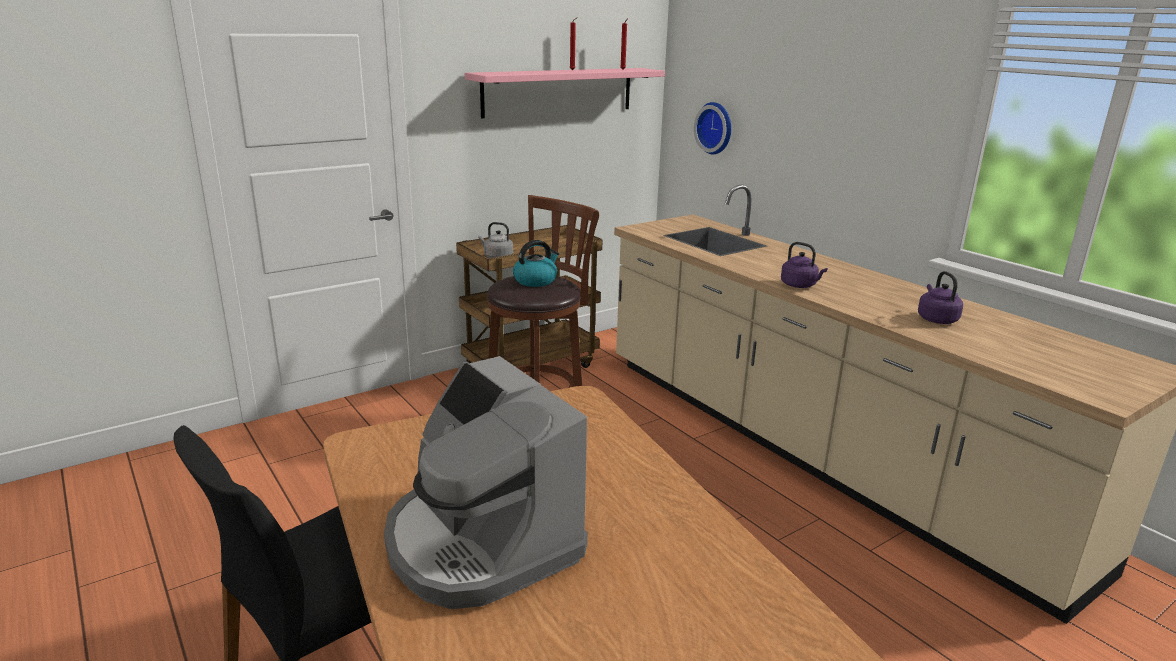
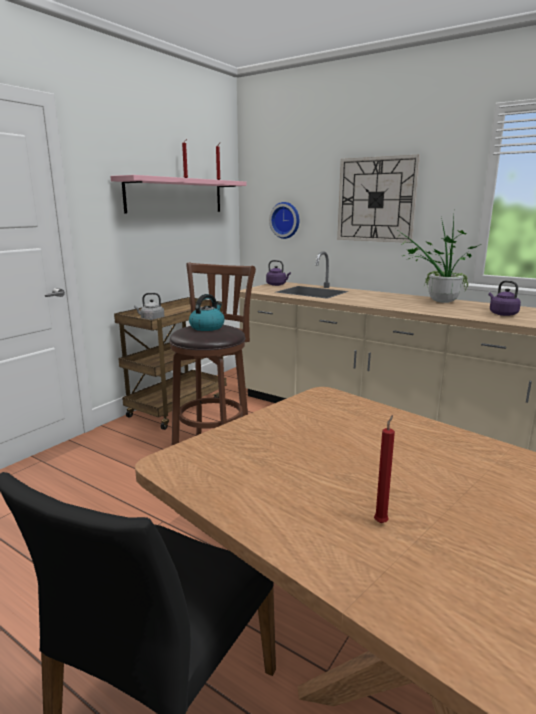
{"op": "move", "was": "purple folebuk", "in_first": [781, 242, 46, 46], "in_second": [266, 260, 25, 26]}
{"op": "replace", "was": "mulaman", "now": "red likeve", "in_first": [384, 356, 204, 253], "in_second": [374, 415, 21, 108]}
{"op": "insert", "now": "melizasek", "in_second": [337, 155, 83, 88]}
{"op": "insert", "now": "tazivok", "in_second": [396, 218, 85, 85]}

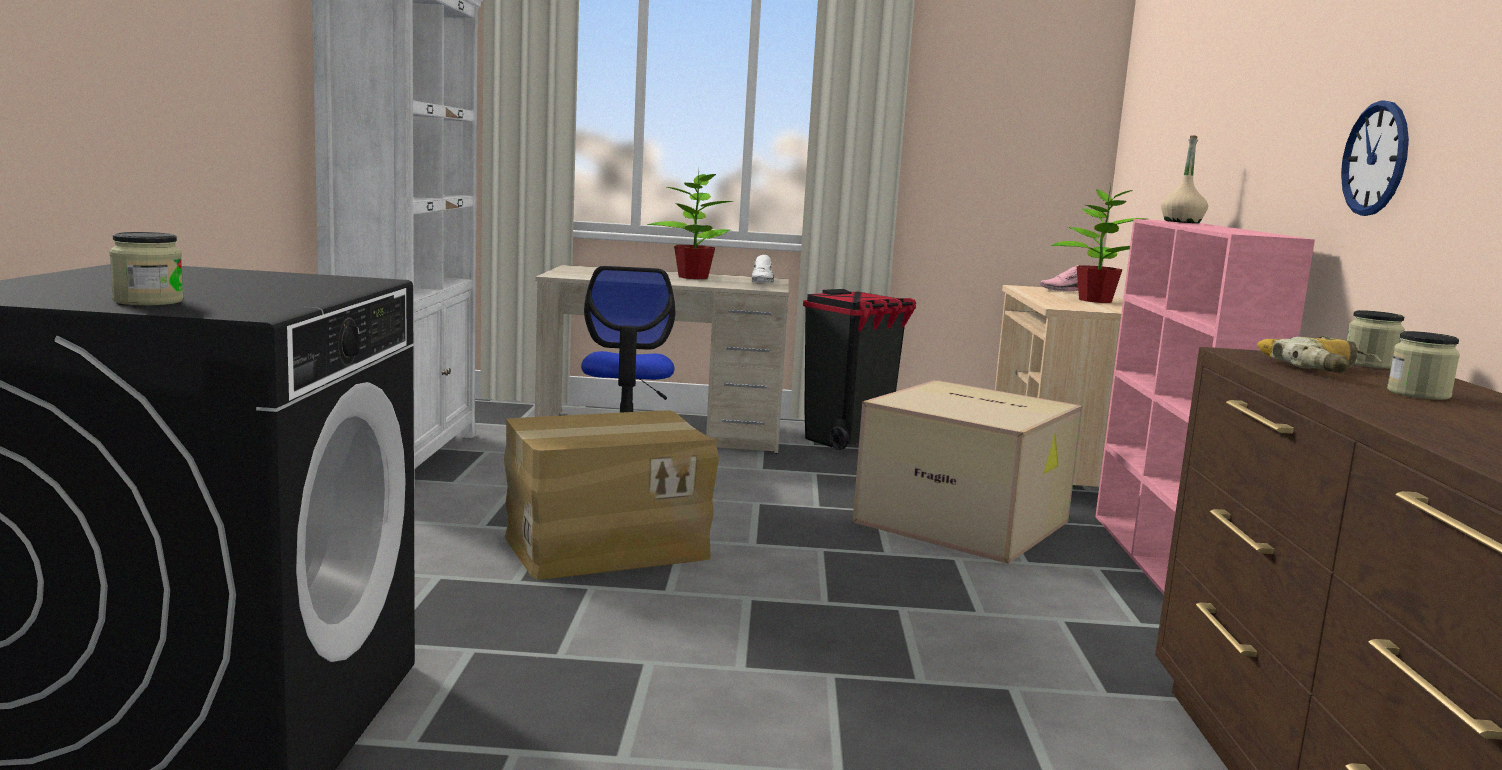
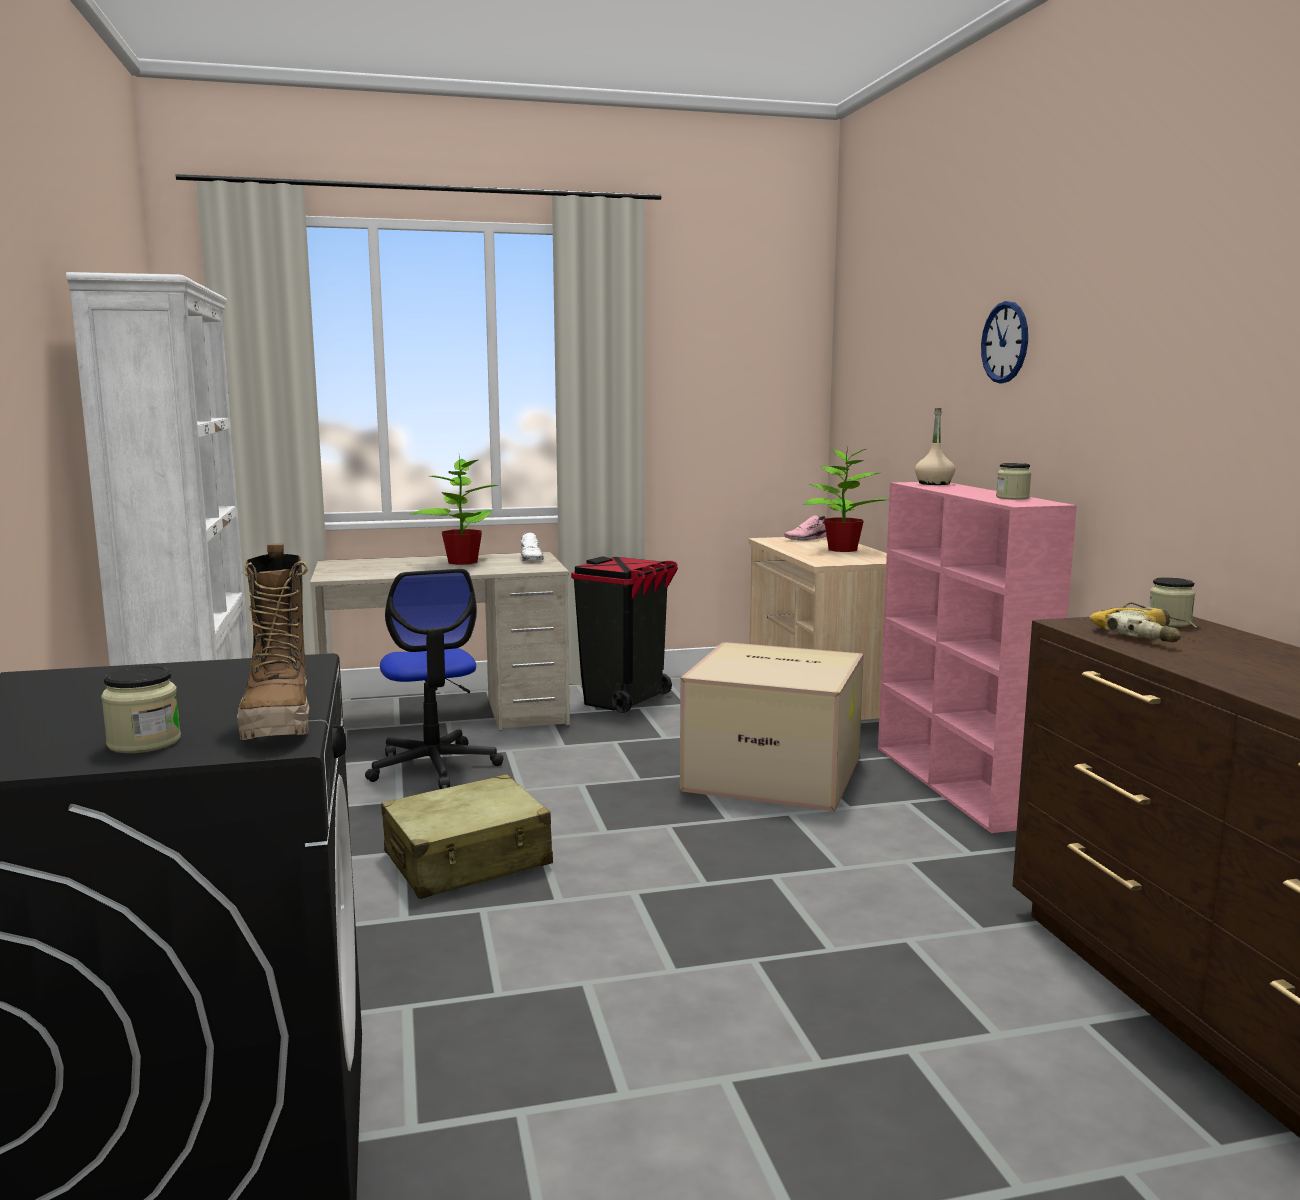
{"op": "move", "was": "melizasek", "in_first": [1341, 100, 68, 116], "in_second": [981, 301, 47, 82]}
{"op": "move", "was": "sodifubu", "in_first": [1387, 331, 73, 69], "in_second": [996, 463, 35, 37]}
{"op": "replace", "was": "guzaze", "now": "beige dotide", "in_first": [504, 410, 215, 170], "in_second": [381, 774, 172, 125]}
{"op": "insert", "now": "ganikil", "in_second": [237, 543, 73, 197]}

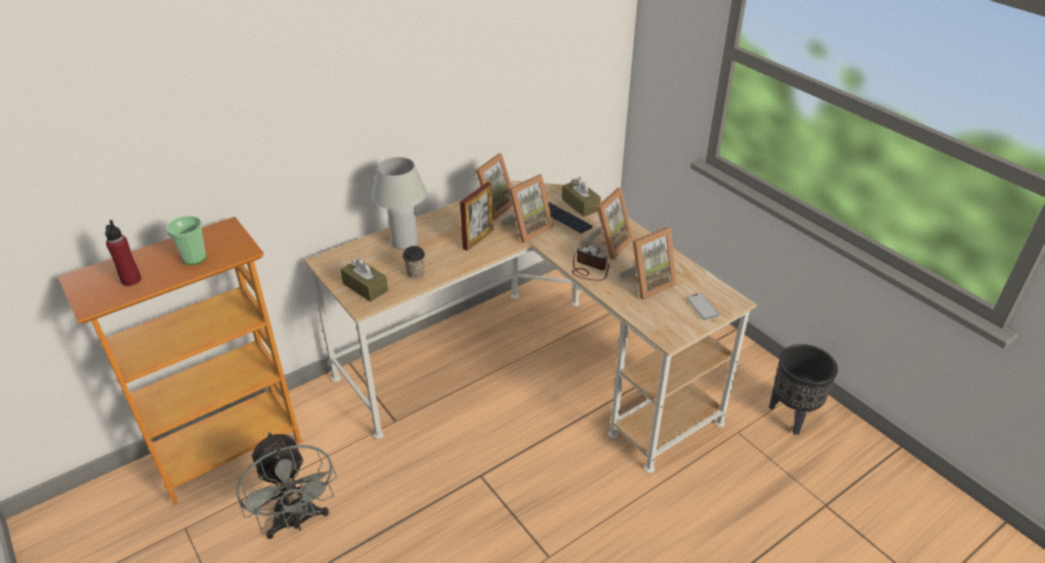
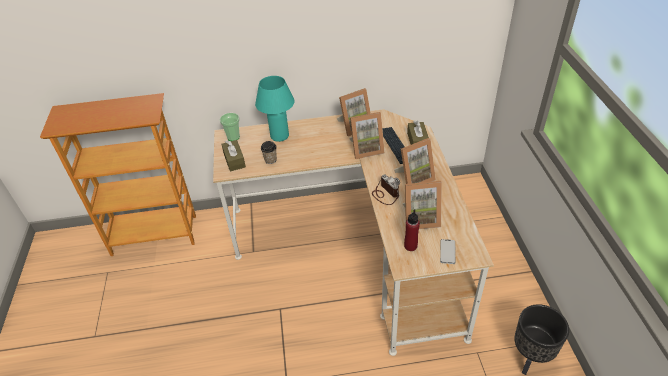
{"op": "recolor", "was": "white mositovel", "now": "turquoise mositovel", "in_first": [371, 157, 56, 93], "in_second": [255, 76, 40, 66]}
{"op": "delete", "was": "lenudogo", "in_first": [460, 182, 34, 69]}
{"op": "move", "was": "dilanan", "in_first": [166, 216, 40, 49], "in_second": [220, 113, 20, 28]}
{"op": "move", "was": "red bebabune", "in_first": [105, 220, 36, 66], "in_second": [404, 209, 16, 42]}
{"op": "delete", "was": "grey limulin", "in_first": [236, 432, 101, 107]}

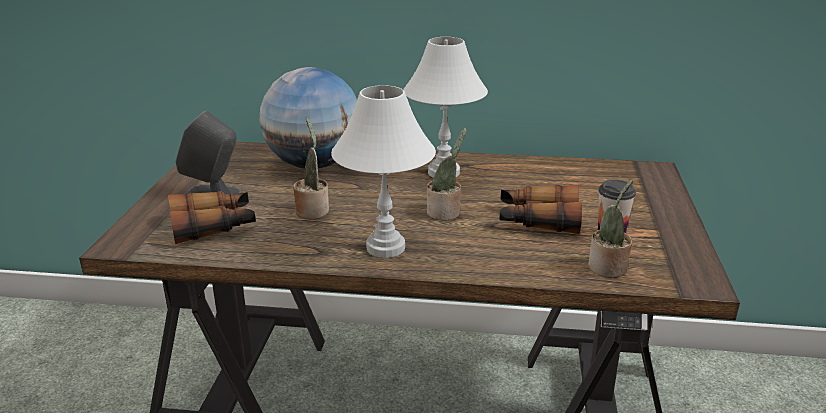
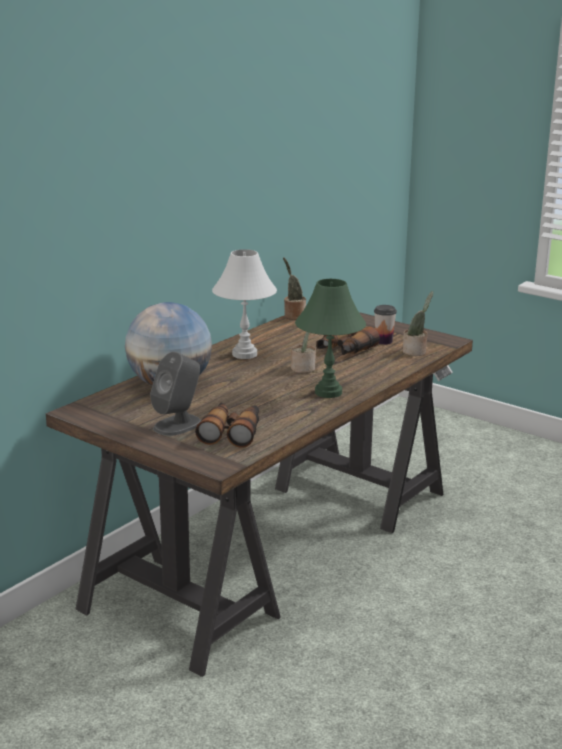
{"op": "recolor", "was": "white mositovel", "now": "green mositovel", "in_first": [331, 85, 105, 173], "in_second": [295, 279, 71, 119]}
{"op": "move", "was": "tazivok", "in_first": [293, 117, 36, 102], "in_second": [283, 257, 23, 63]}

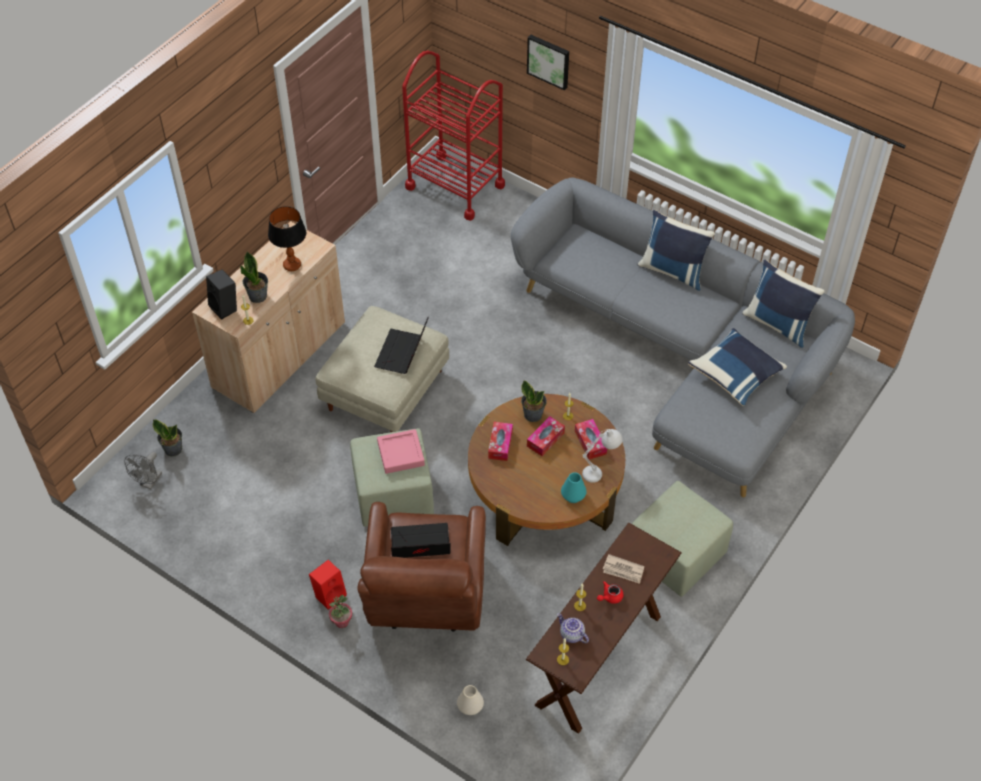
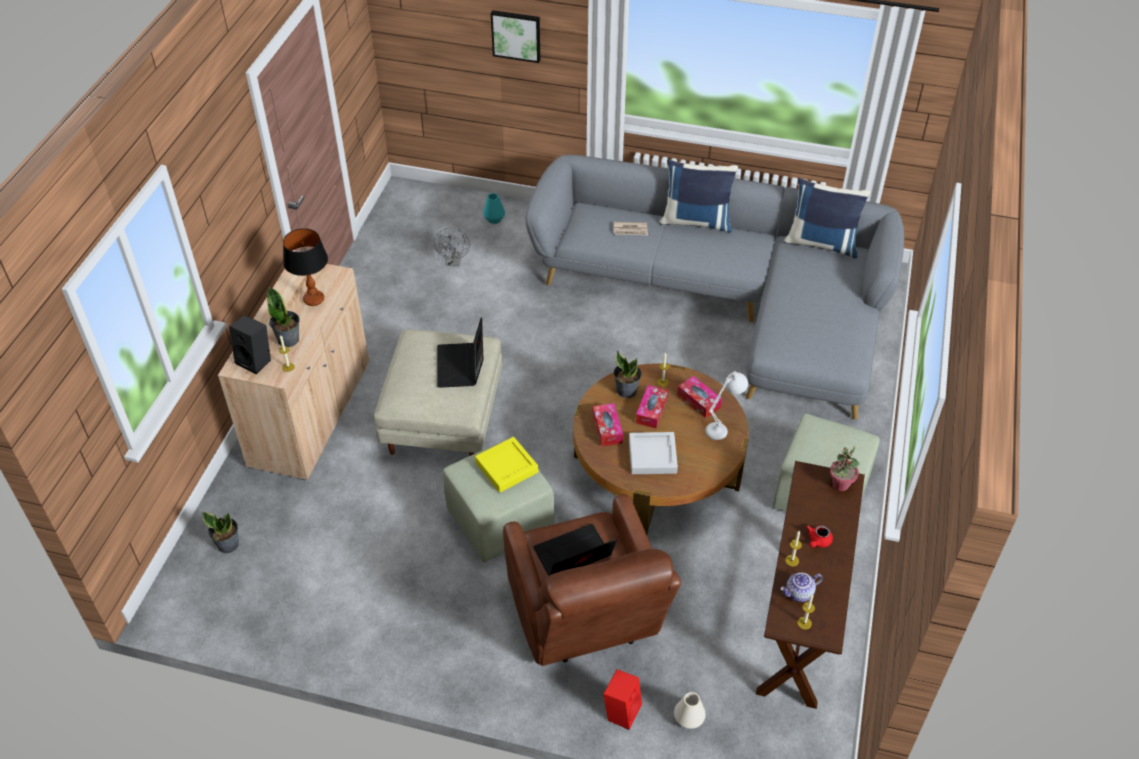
{"op": "delete", "was": "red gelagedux", "in_first": [402, 51, 103, 170]}
{"op": "delete", "was": "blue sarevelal", "in_first": [688, 328, 99, 78]}
{"op": "recolor", "was": "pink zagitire", "now": "yellow zagitire", "in_first": [377, 429, 48, 45], "in_second": [475, 437, 63, 56]}
{"op": "move", "was": "grey limulin", "in_first": [124, 452, 38, 37], "in_second": [434, 228, 36, 38]}
{"op": "move", "was": "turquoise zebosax", "in_first": [561, 472, 26, 31], "in_second": [483, 193, 22, 31]}
{"op": "move", "was": "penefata", "in_first": [603, 554, 41, 30], "in_second": [614, 222, 34, 13]}
{"op": "move", "was": "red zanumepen", "in_first": [309, 560, 38, 50], "in_second": [603, 669, 39, 61]}
{"op": "move", "was": "tazivok", "in_first": [329, 595, 23, 33], "in_second": [830, 445, 30, 46]}
{"op": "rotate", "was": "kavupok", "in_first": [557, 613, 32, 30], "in_second": [781, 573, 42, 29], "clockwise": -45}
{"op": "insert", "now": "grey zagitire", "in_second": [629, 432, 49, 42]}

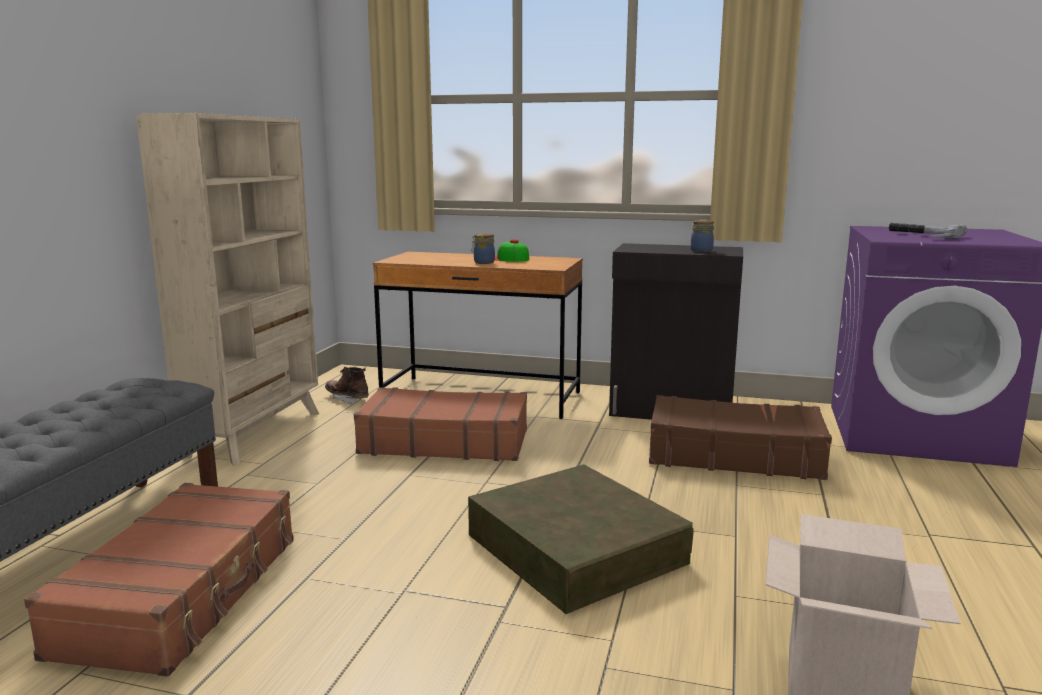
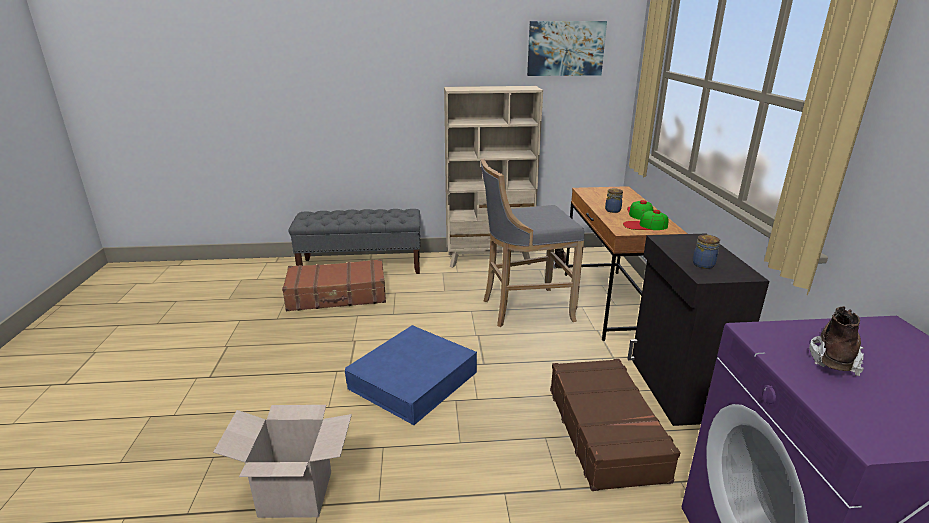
{"op": "replace", "was": "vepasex", "now": "brown ganikil", "in_first": [889, 223, 78, 15], "in_second": [809, 306, 55, 70]}
{"op": "replace", "was": "brown dotide", "now": "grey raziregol", "in_first": [354, 387, 173, 74], "in_second": [481, 159, 103, 168]}
{"op": "recolor", "was": "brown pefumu", "now": "blue pefumu", "in_first": [468, 464, 226, 150], "in_second": [345, 325, 132, 100]}
{"op": "insert", "now": "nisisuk", "in_second": [527, 21, 80, 55]}
{"op": "insert", "now": "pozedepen", "in_second": [623, 210, 46, 20]}

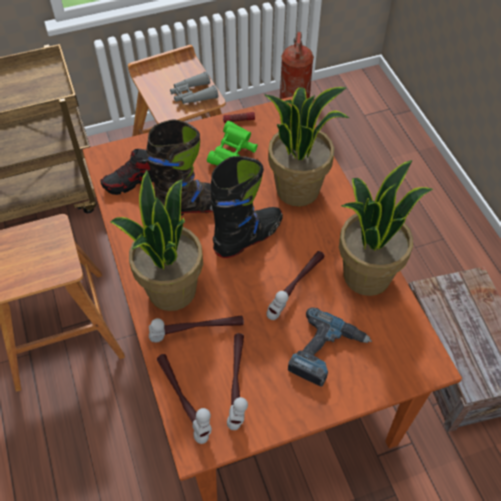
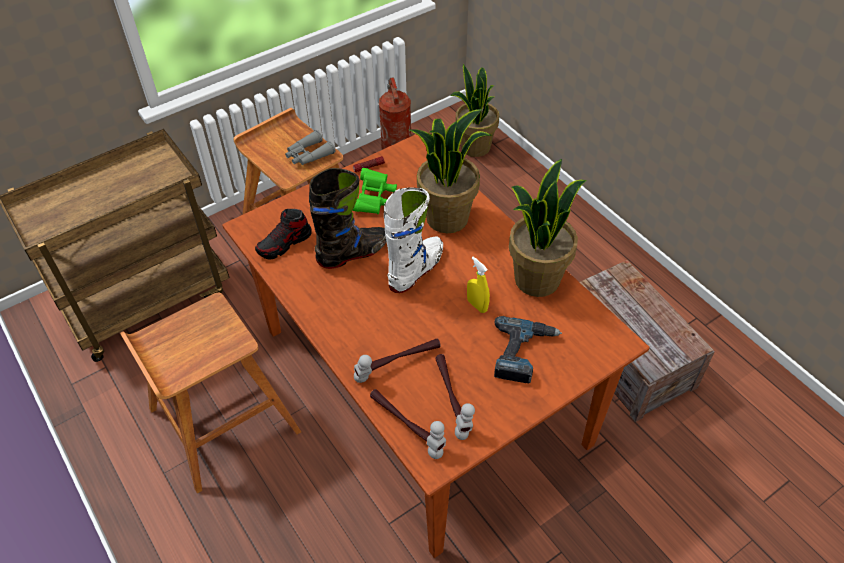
{"op": "recolor", "was": "black ganikil", "now": "white ganikil", "in_first": [211, 156, 72, 102], "in_second": [384, 187, 59, 106]}
{"op": "move", "was": "tazivok", "in_first": [110, 170, 93, 141], "in_second": [450, 64, 49, 93]}
{"op": "replace", "was": "vepasex", "now": "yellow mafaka", "in_first": [266, 251, 58, 69], "in_second": [467, 257, 23, 56]}

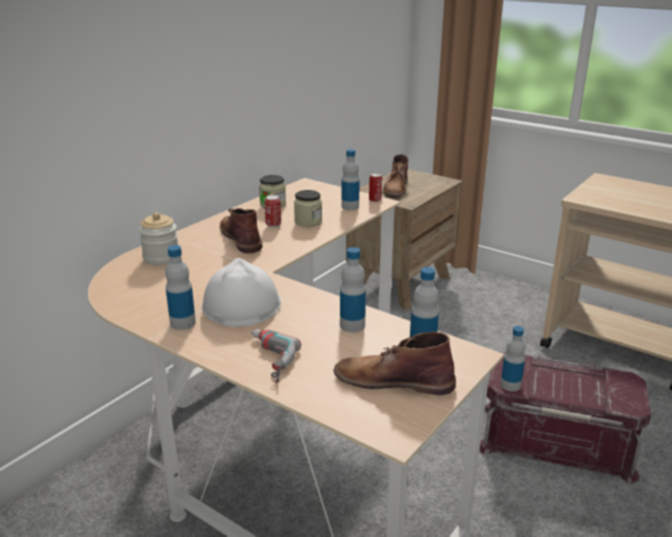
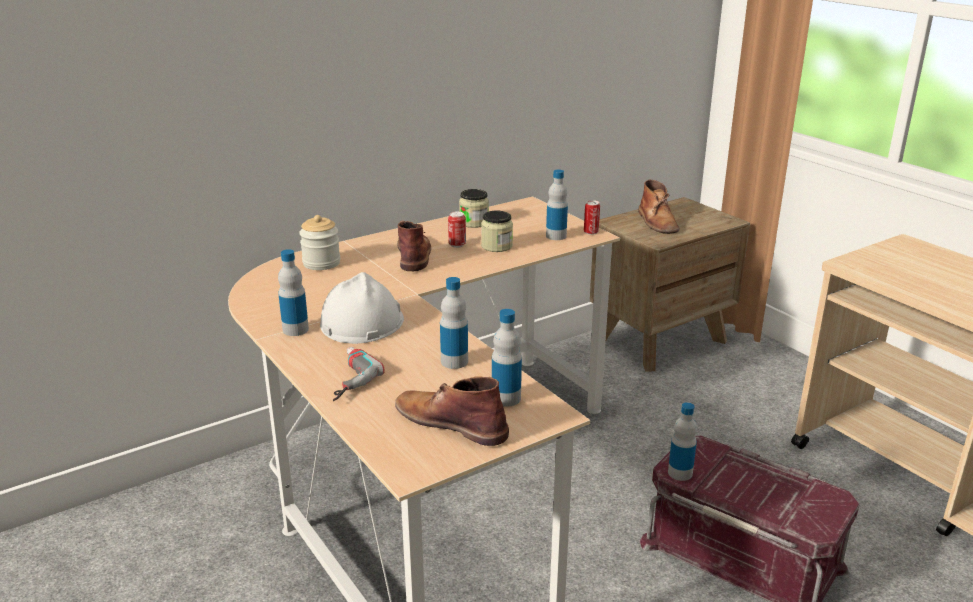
{"op": "rotate", "was": "brown ganikil", "in_first": [383, 154, 26, 43], "in_second": [638, 180, 41, 54], "clockwise": -45}

